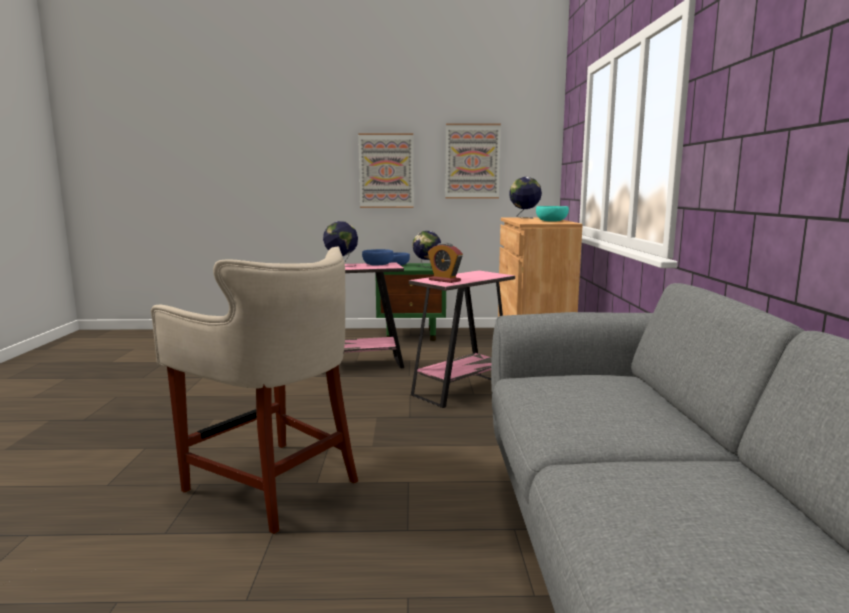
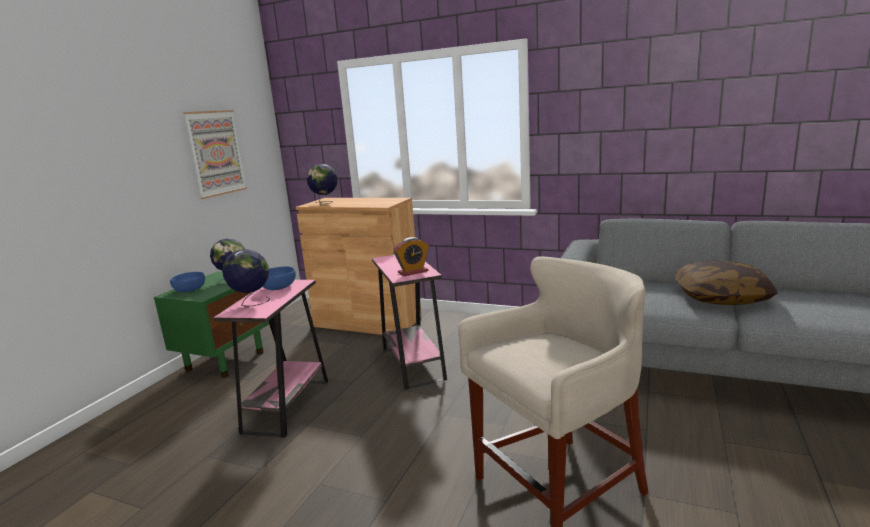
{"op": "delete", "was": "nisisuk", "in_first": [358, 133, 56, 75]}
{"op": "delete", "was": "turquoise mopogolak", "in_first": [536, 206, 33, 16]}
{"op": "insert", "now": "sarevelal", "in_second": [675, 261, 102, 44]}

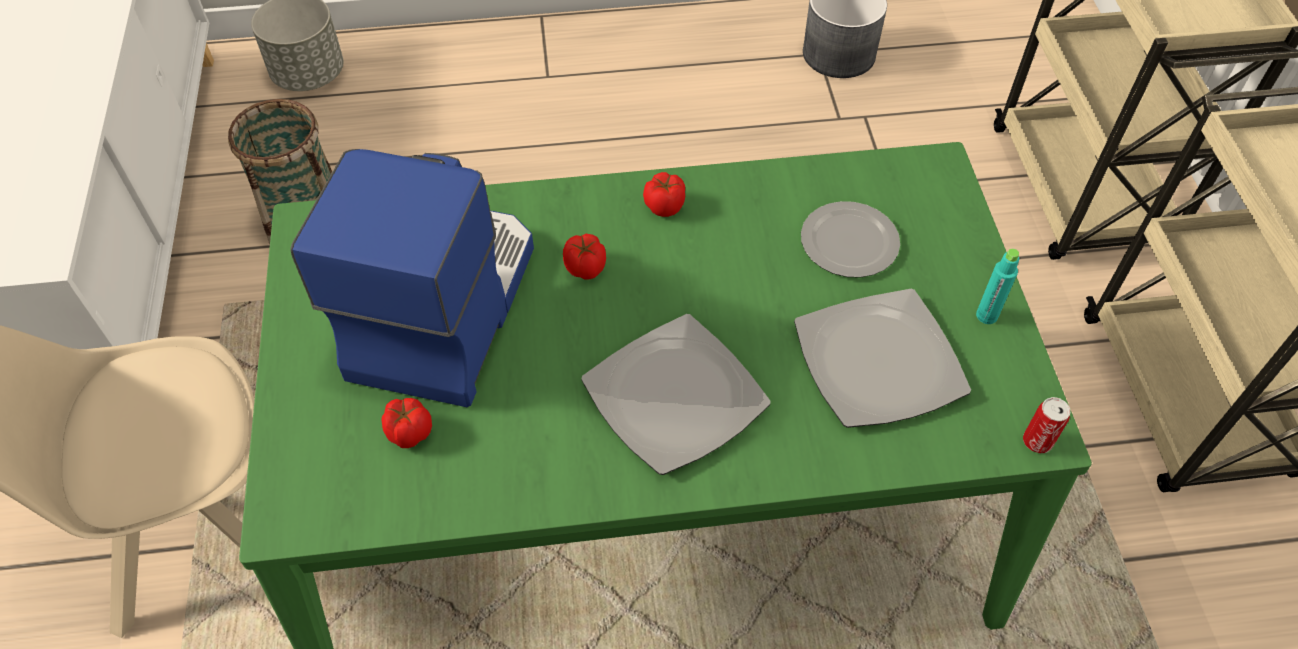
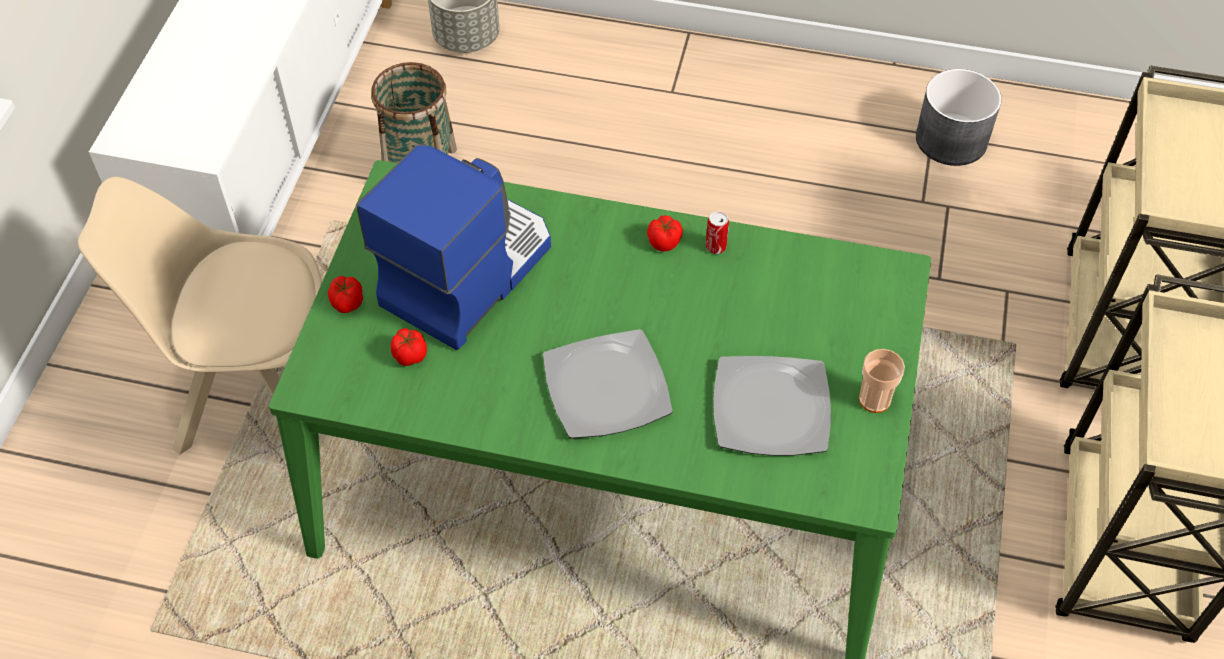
{"op": "delete", "was": "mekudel", "in_first": [801, 201, 99, 77]}
{"op": "move", "was": "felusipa", "in_first": [563, 234, 43, 45], "in_second": [328, 276, 35, 37]}
{"op": "replace", "was": "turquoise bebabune", "now": "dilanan", "in_first": [976, 249, 43, 75], "in_second": [859, 349, 46, 64]}
{"op": "move", "was": "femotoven", "in_first": [1023, 397, 47, 56], "in_second": [706, 211, 23, 43]}

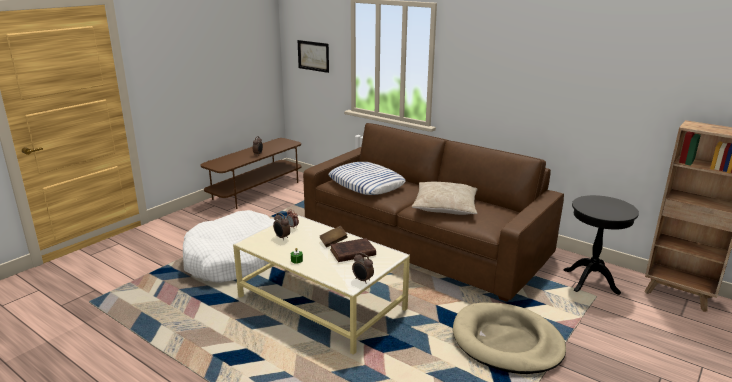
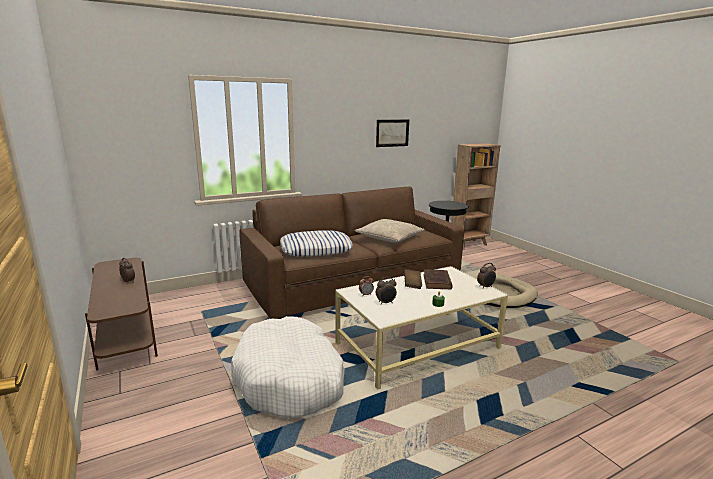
{"op": "move", "was": "nisisuk", "in_first": [297, 40, 32, 33], "in_second": [376, 120, 33, 27]}

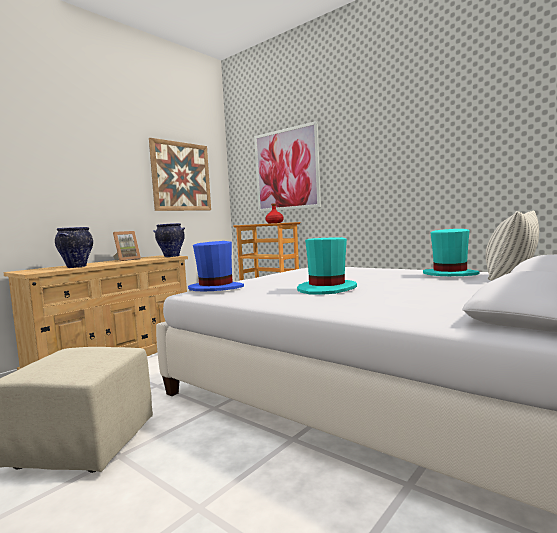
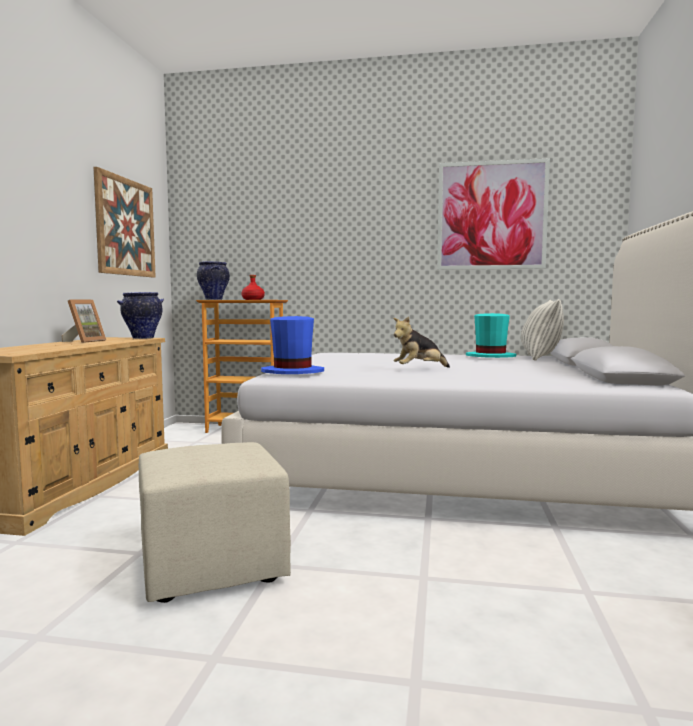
{"op": "move", "was": "nisisuk", "in_first": [254, 121, 67, 91], "in_second": [437, 158, 113, 112]}
{"op": "move", "was": "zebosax", "in_first": [55, 227, 38, 41], "in_second": [197, 261, 33, 39]}
{"op": "replace", "was": "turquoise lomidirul", "now": "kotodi", "in_first": [297, 237, 60, 58], "in_second": [393, 316, 57, 52]}

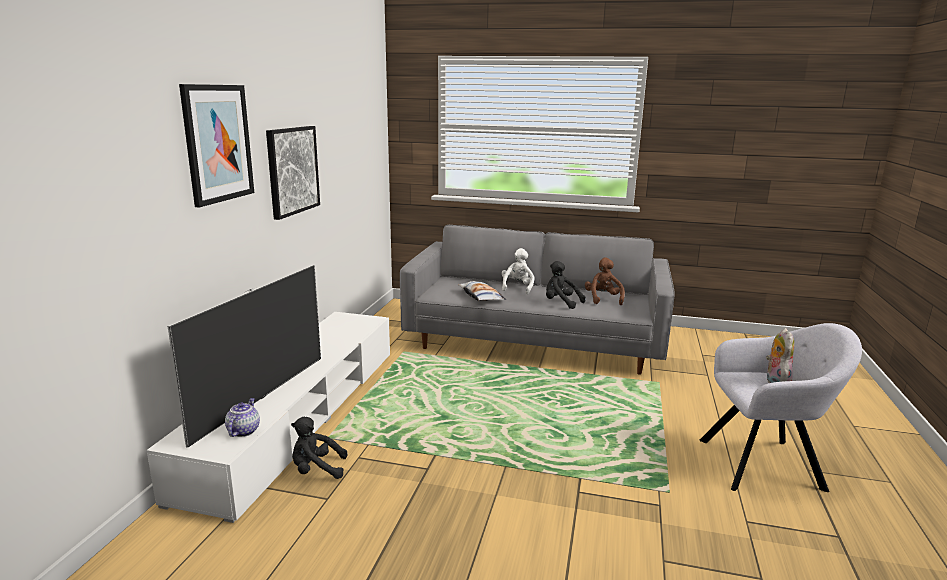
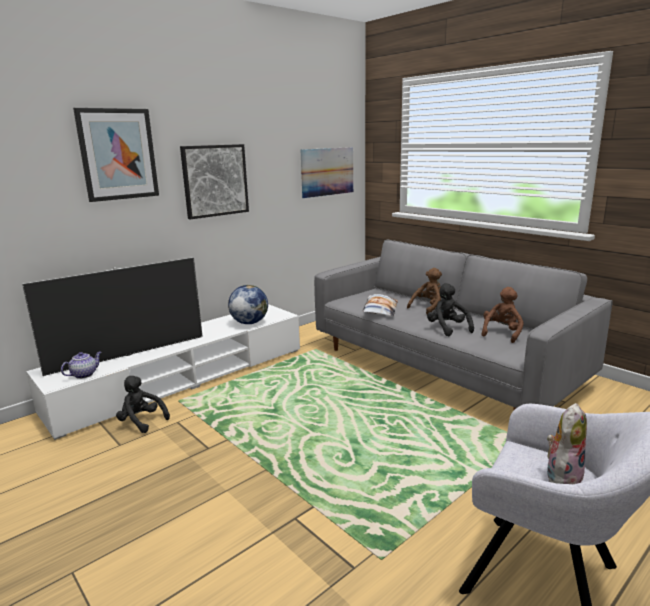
{"op": "recolor", "was": "white kotodi", "now": "brown kotodi", "in_first": [502, 248, 33, 46], "in_second": [407, 268, 35, 46]}
{"op": "insert", "now": "nisisuk", "in_second": [301, 147, 52, 51]}
{"op": "insert", "now": "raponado", "in_second": [228, 285, 40, 39]}

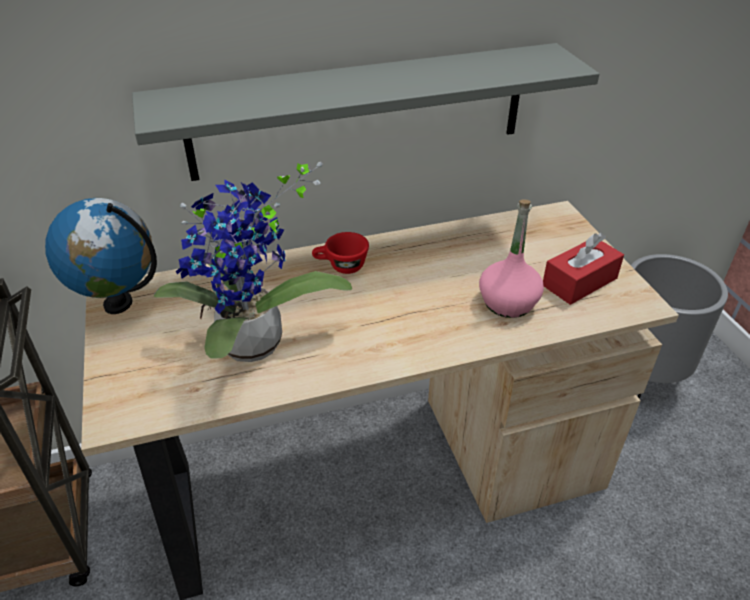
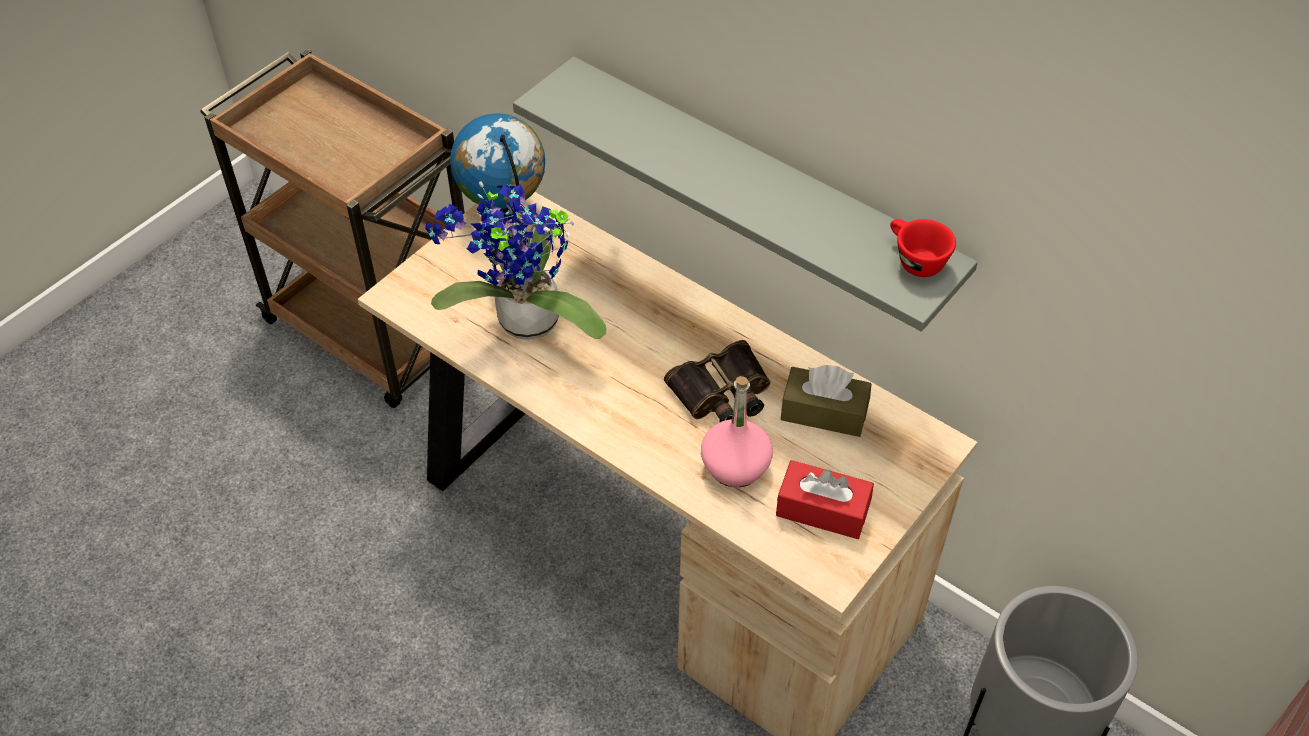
{"op": "move", "was": "red dilanan", "in_first": [312, 232, 57, 42], "in_second": [890, 219, 66, 58]}
{"op": "insert", "now": "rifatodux", "in_second": [664, 340, 107, 82]}
{"op": "insert", "now": "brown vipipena", "in_second": [780, 365, 92, 72]}

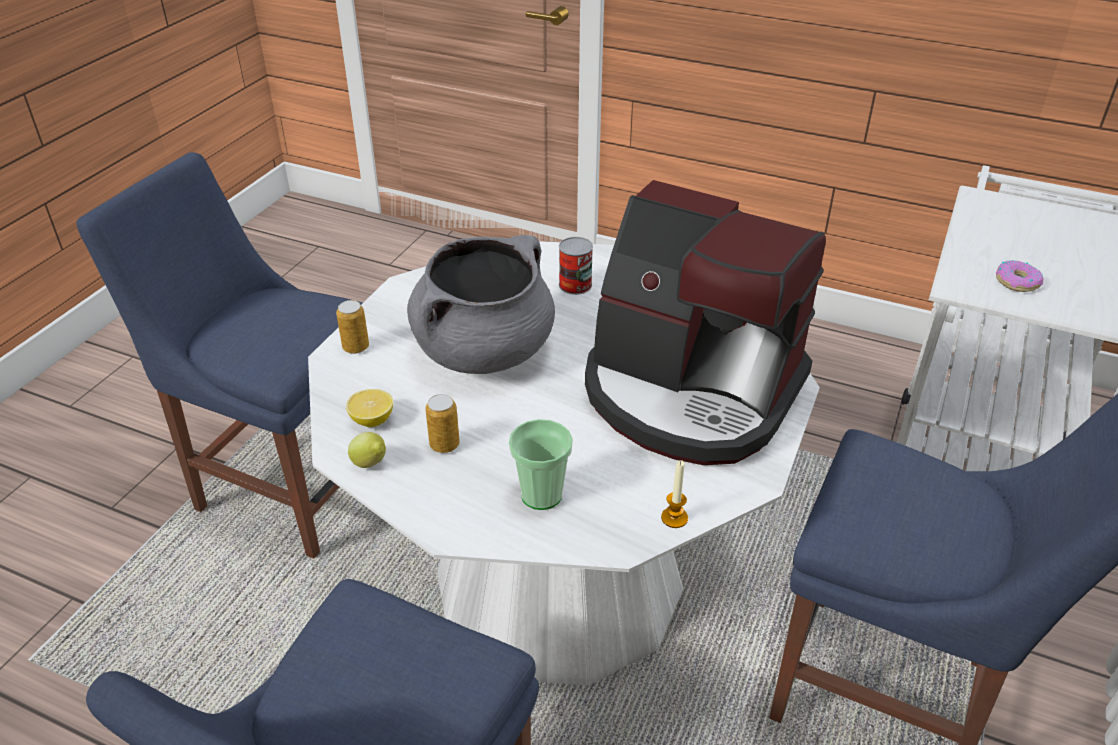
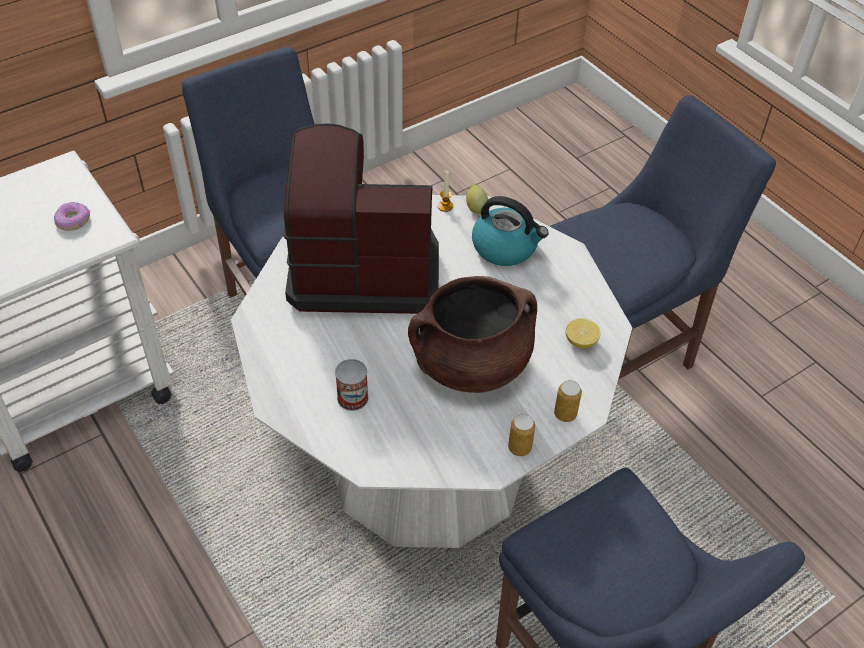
{"op": "rotate", "was": "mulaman", "in_first": [585, 180, 241, 285], "in_second": [283, 123, 156, 191], "clockwise": -60}
{"op": "recolor", "was": "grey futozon", "now": "brown futozon", "in_first": [407, 235, 148, 139], "in_second": [408, 276, 129, 117]}
{"op": "move", "was": "femotoven", "in_first": [425, 394, 35, 59], "in_second": [508, 414, 27, 42]}
{"op": "replace", "was": "dilanan", "now": "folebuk", "in_first": [509, 419, 64, 91], "in_second": [472, 196, 77, 70]}
{"op": "move", "was": "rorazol", "in_first": [348, 432, 38, 36], "in_second": [466, 183, 22, 31]}

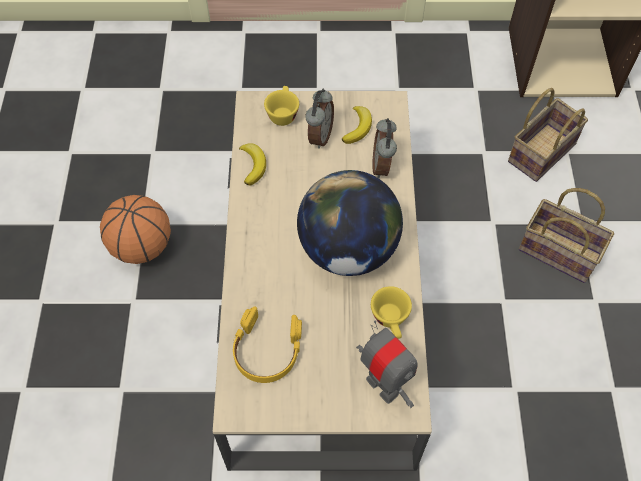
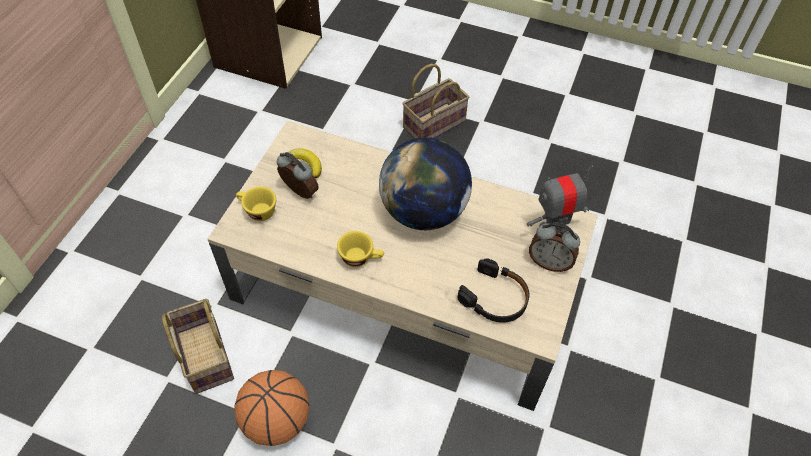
{"op": "move", "was": "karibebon", "in_first": [508, 88, 80, 94], "in_second": [162, 299, 72, 95]}
{"op": "move", "was": "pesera", "in_first": [372, 118, 25, 60], "in_second": [529, 223, 51, 49]}
{"op": "delete", "was": "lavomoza", "in_first": [239, 143, 27, 43]}
{"op": "move", "was": "yellow dilanan", "in_first": [371, 286, 41, 53], "in_second": [337, 231, 47, 36]}
{"op": "recolor", "was": "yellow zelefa", "now": "black zelefa", "in_first": [233, 306, 69, 77], "in_second": [457, 258, 72, 65]}

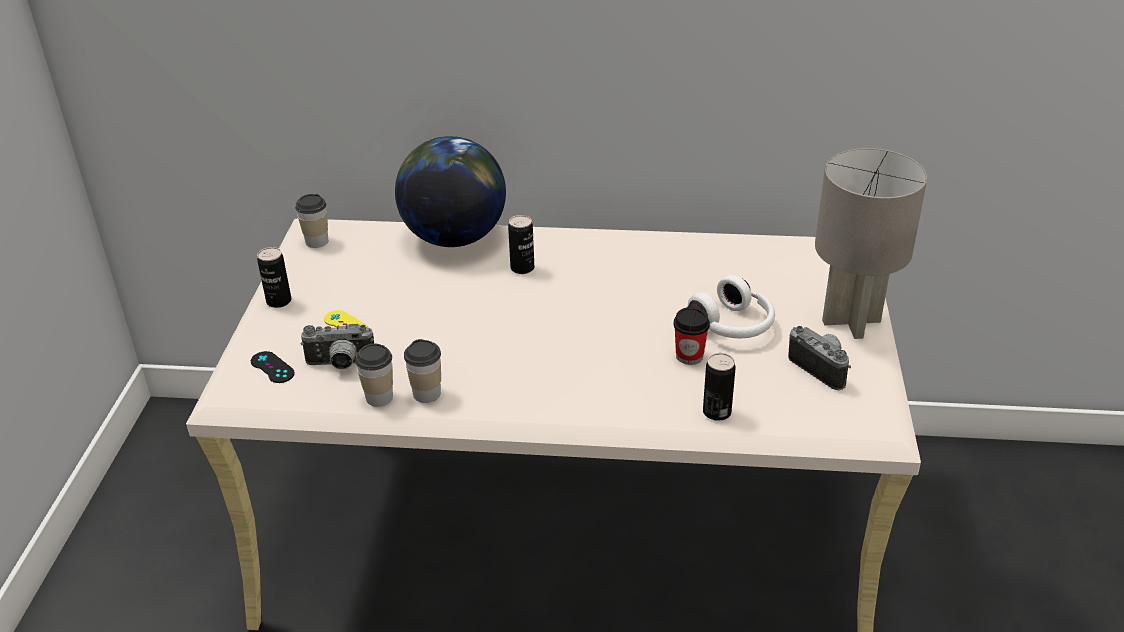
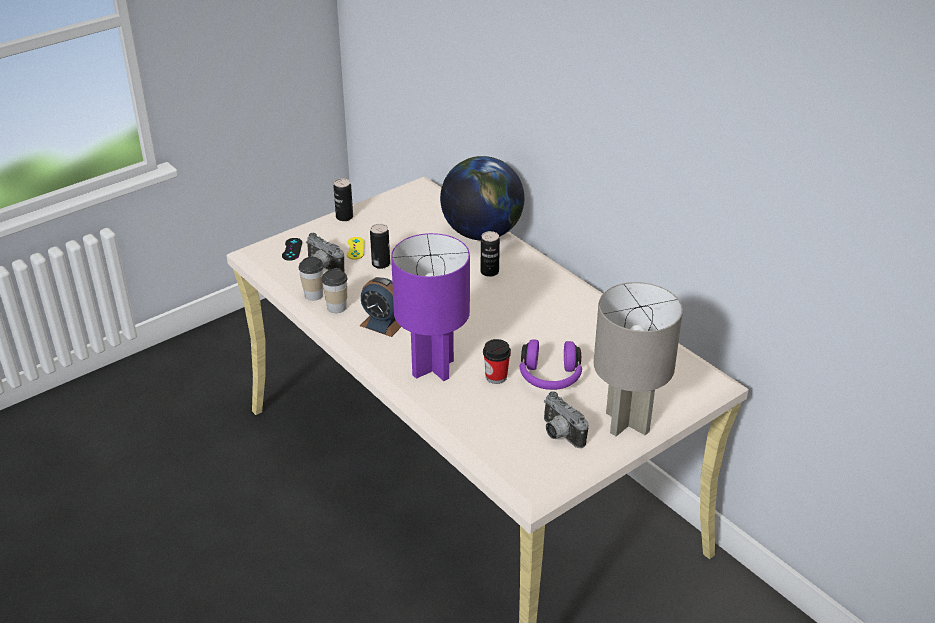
{"op": "delete", "was": "dilanan", "in_first": [295, 194, 33, 54]}
{"op": "recolor", "was": "white zelefa", "now": "purple zelefa", "in_first": [688, 275, 87, 64], "in_second": [520, 339, 62, 51]}
{"op": "rotate", "was": "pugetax", "in_first": [788, 326, 63, 64], "in_second": [544, 391, 45, 57], "clockwise": 135}
{"op": "move", "was": "femotoven", "in_first": [703, 353, 33, 68], "in_second": [370, 224, 20, 45]}
{"op": "insert", "now": "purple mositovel", "in_second": [391, 233, 79, 148]}
{"op": "insert", "now": "pesera", "in_second": [360, 277, 41, 60]}

